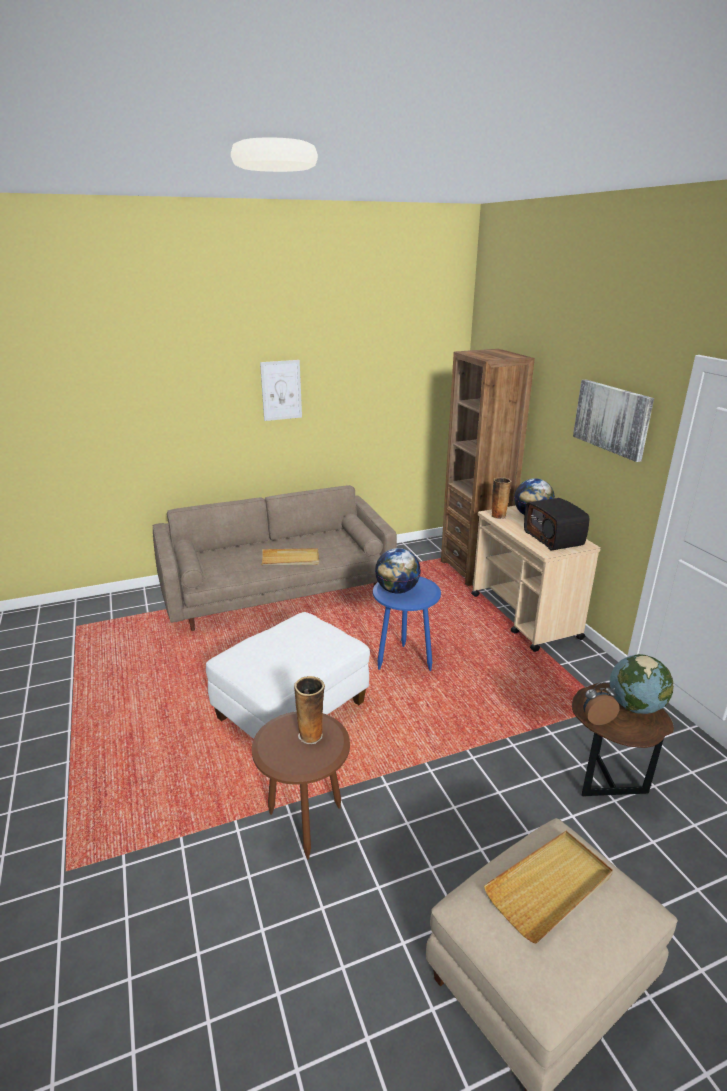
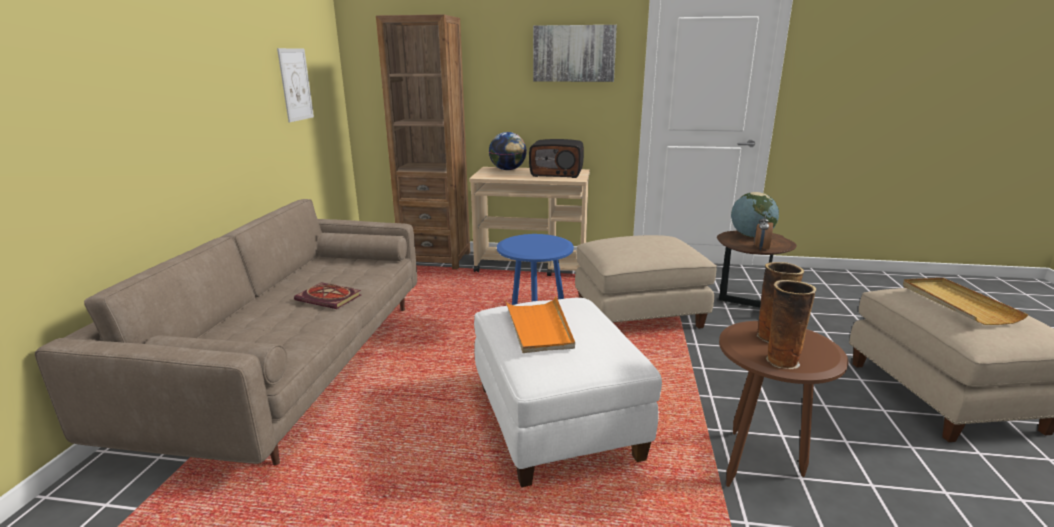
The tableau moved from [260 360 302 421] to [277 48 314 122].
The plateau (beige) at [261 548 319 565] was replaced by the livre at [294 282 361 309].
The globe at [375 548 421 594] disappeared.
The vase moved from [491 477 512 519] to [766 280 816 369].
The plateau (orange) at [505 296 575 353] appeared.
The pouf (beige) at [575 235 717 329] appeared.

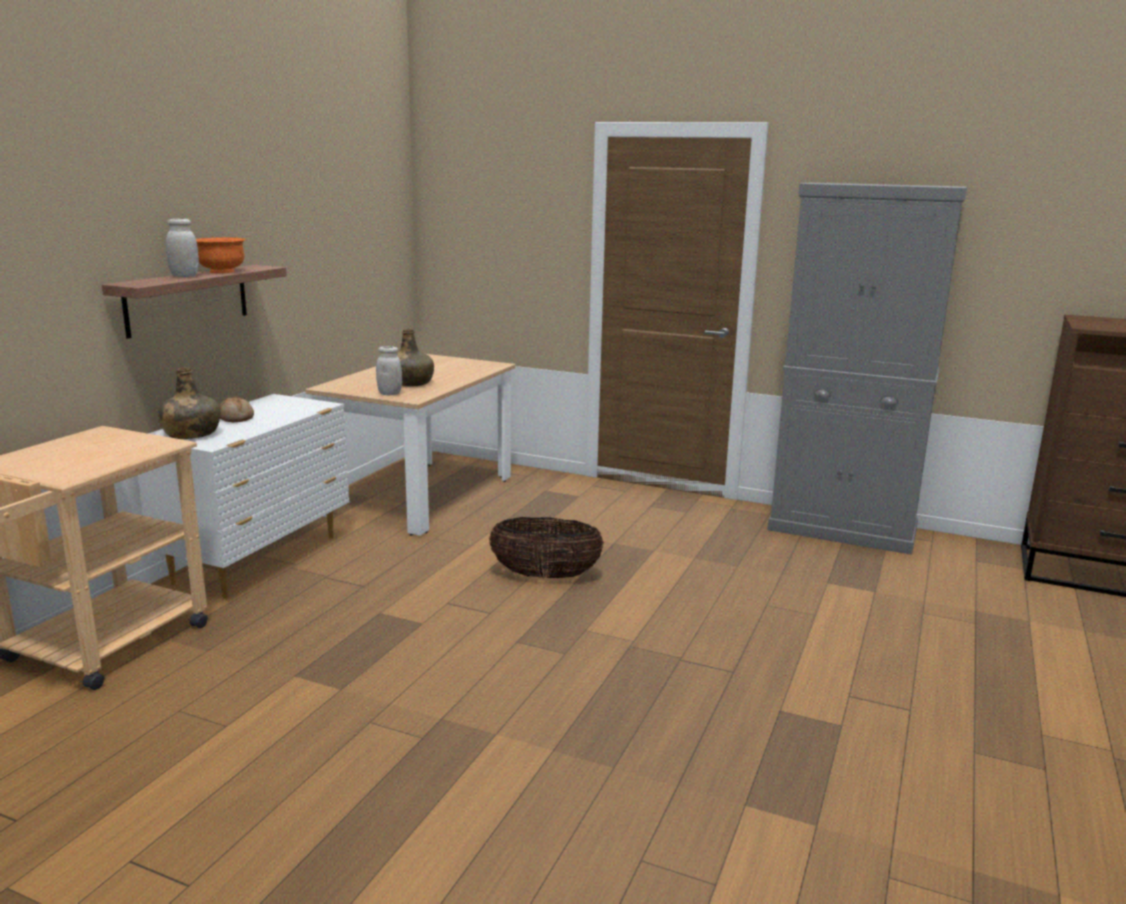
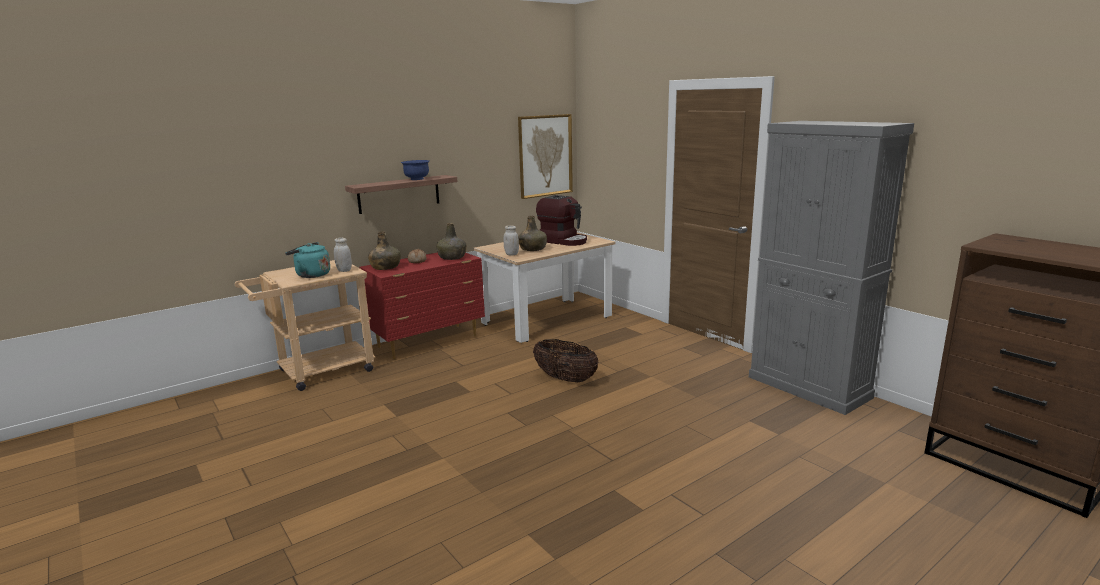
The commode (blanc) at [138 394 349 599] became the commode (rouge) at [359 252 485 359].
The bocal (blanc) moved from [166 219 199 277] to [334 238 352 272].
The bol (orange) at [196 237 246 273] became the bol (bleu) at [401 160 429 180].
The bouilloire (turquoise) at [285 242 330 278] appeared.
The bouteille (vert) at [436 223 467 260] appeared.
The tableau at [518 114 573 199] appeared.
The machine à café at [536 195 587 246] appeared.

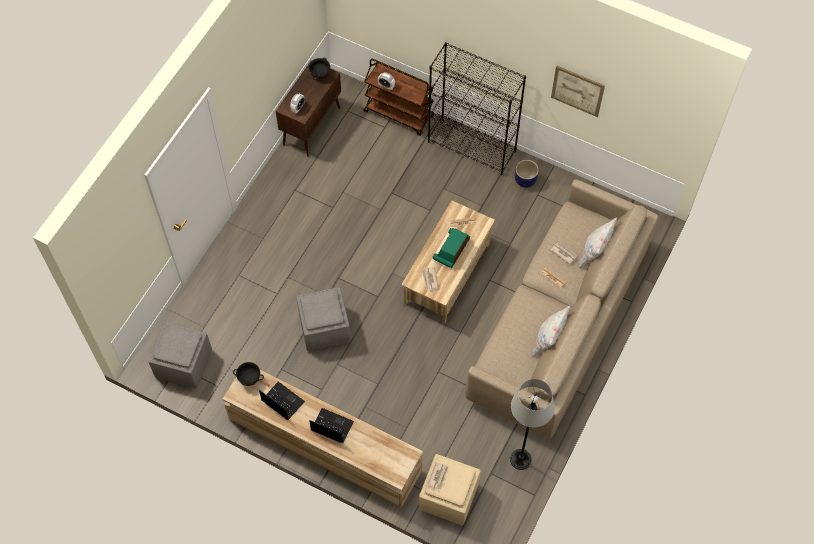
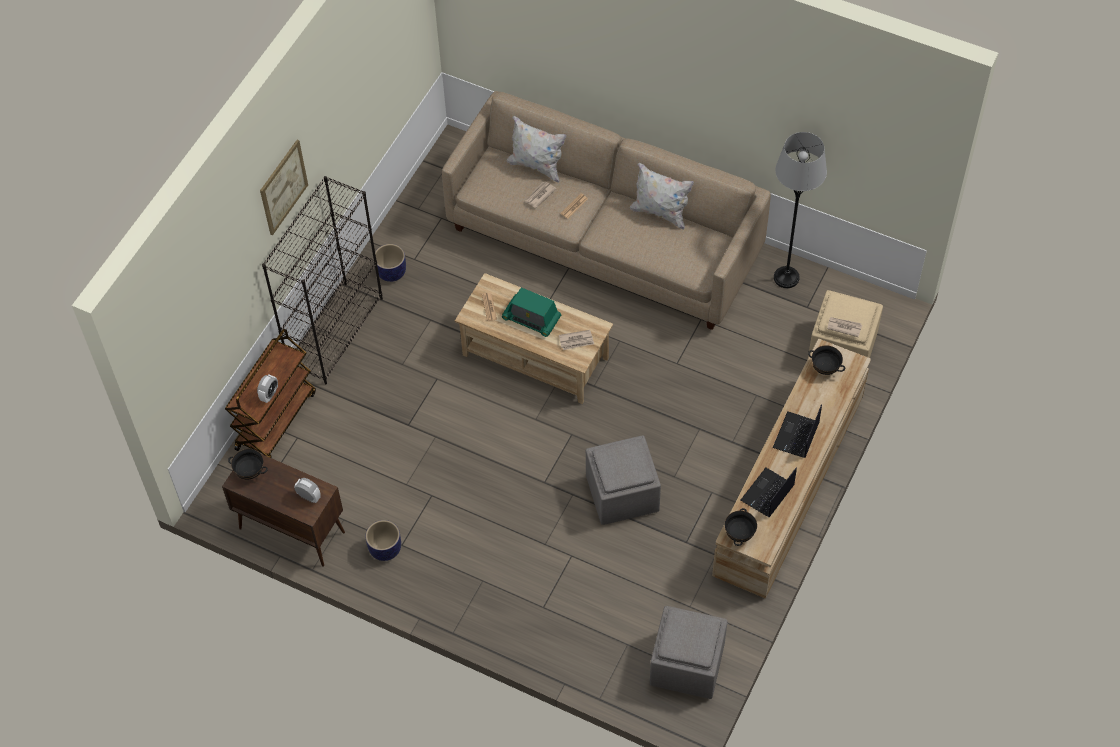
The tableau moved from [551 66 605 117] to [260 140 308 235].
The cache-pot at [366 520 401 561] appeared.
The bol (noir) at [808 345 845 375] appeared.

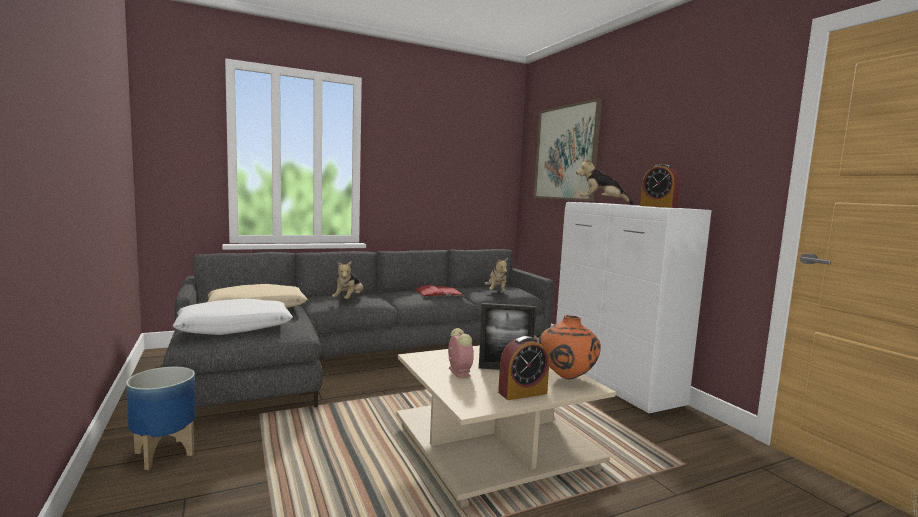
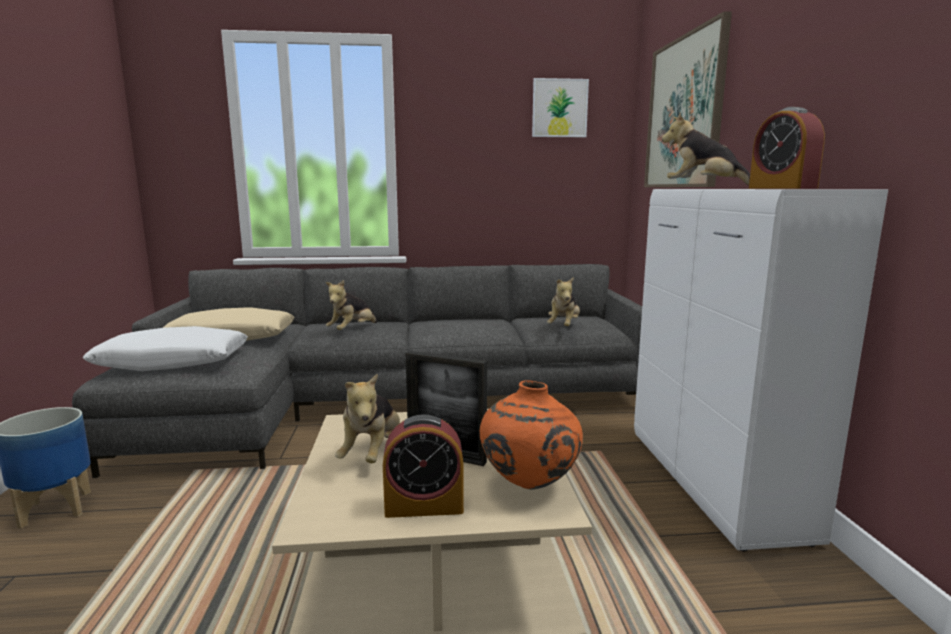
The livre (rouge) at [415 285 464 297] disappeared.
The réveil at [448 328 474 378] was replaced by the peluche at [335 374 400 463].
The tableau at [532 78 589 137] appeared.

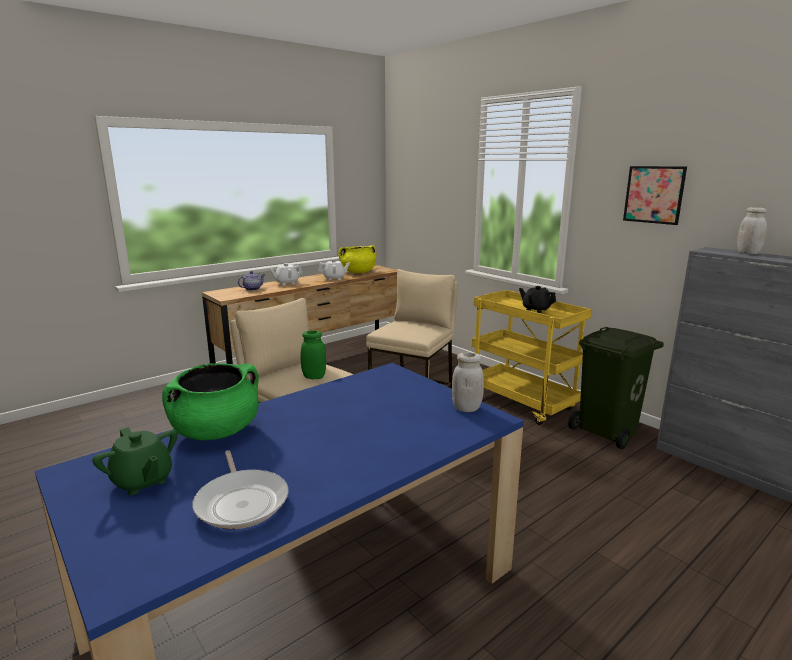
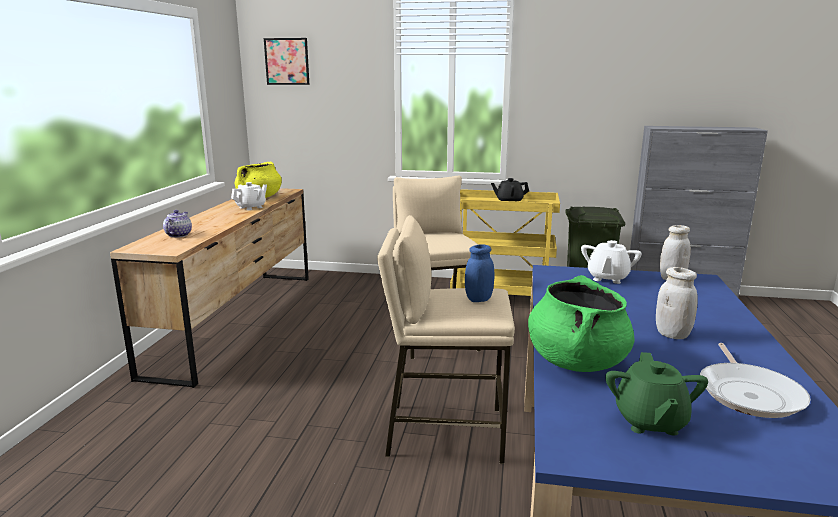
The théière (vert) at [92 427 178 495] turned 90 degrees clockwise.
The poêle at [192 450 289 529] turned 75 degrees clockwise.
The théière (blanc) moved from [270 263 303 285] to [581 240 641 284].
The bocal (vert) at [300 331 326 379] became the bocal (bleu) at [465 244 494 302].
The tableau moved from [623 166 687 225] to [264 38 309 85].
The bocal (blanc) moved from [737 207 767 254] to [656 267 698 339].

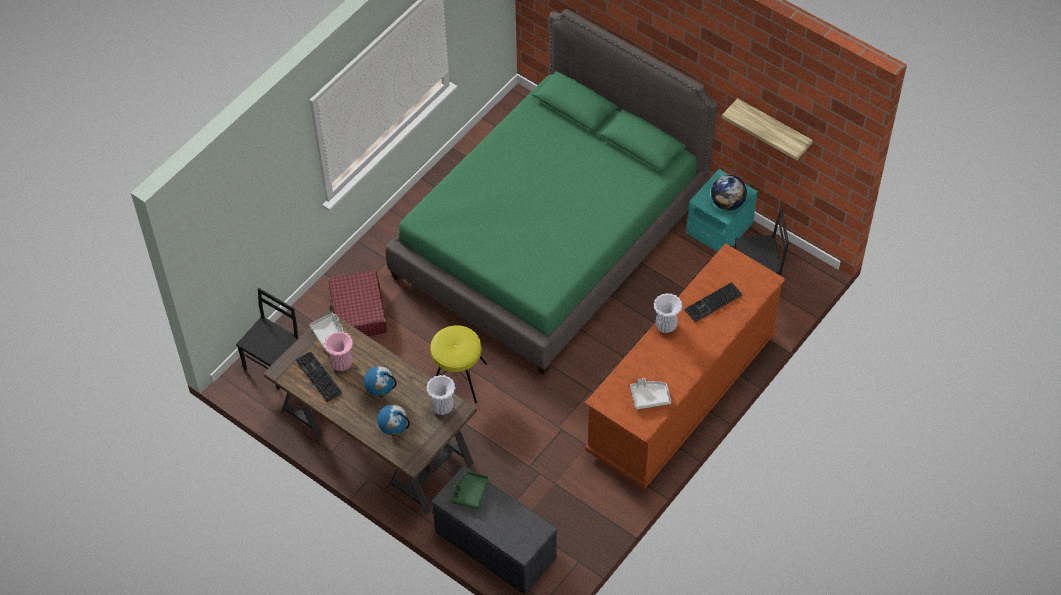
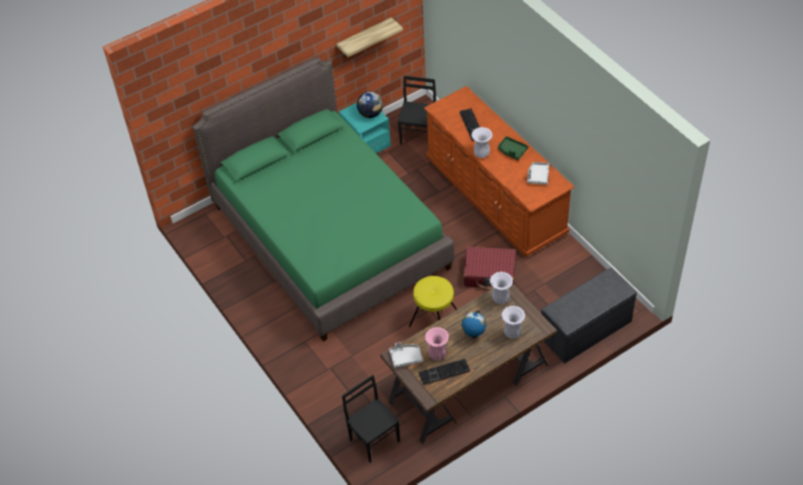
The valise (rouge) moved from [329 270 387 336] to [463 246 516 290].
The globe at [377 404 410 436] was replaced by the vase (blanc) at [501 306 525 339].
The plateau (vert) moved from [452 472 489 509] to [498 136 528 160].

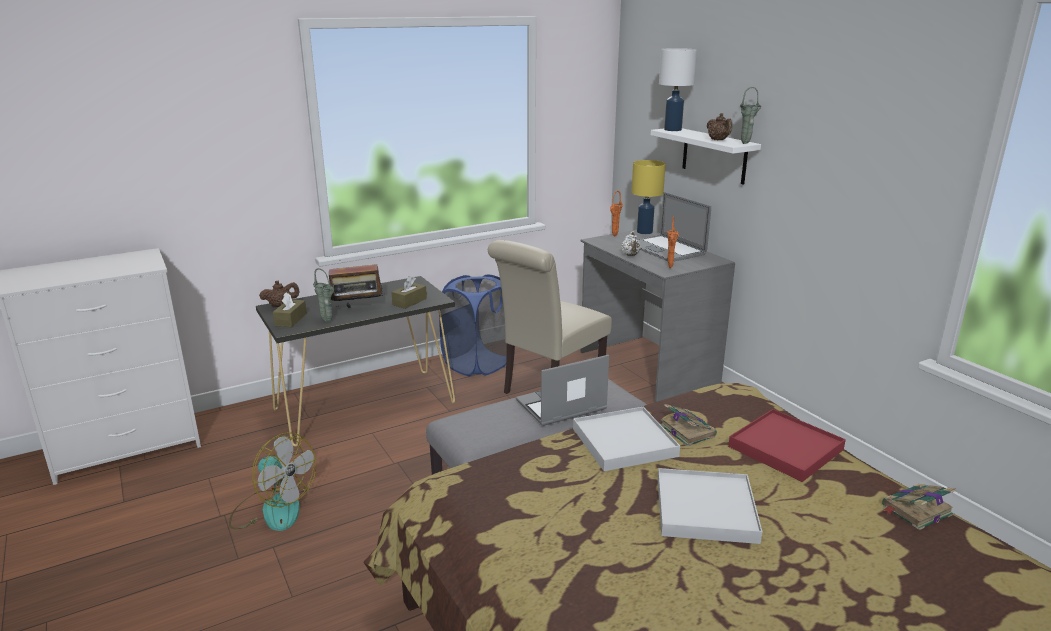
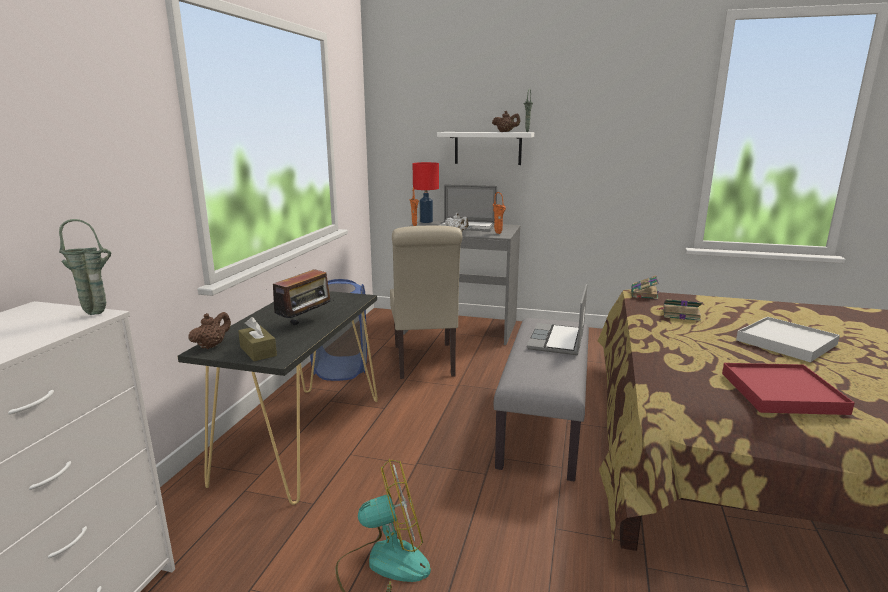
The vase (vert) moved from [313 268 334 322] to [59 219 111 315].
The boîte à mouchoirs (marron) at [391 276 427 309] disappeared.
The plateau (blanc) at [573 407 680 471] disappeared.
The lampe de table (jaune) at [631 160 666 234] became the lampe de table (rouge) at [413 162 439 223].
The lampe de table (blanc) at [659 48 697 131] disappeared.
The plateau (rouge) moved from [728 409 846 482] to [722 363 855 415].
The livre moved from [882 484 956 530] to [631 276 659 299].

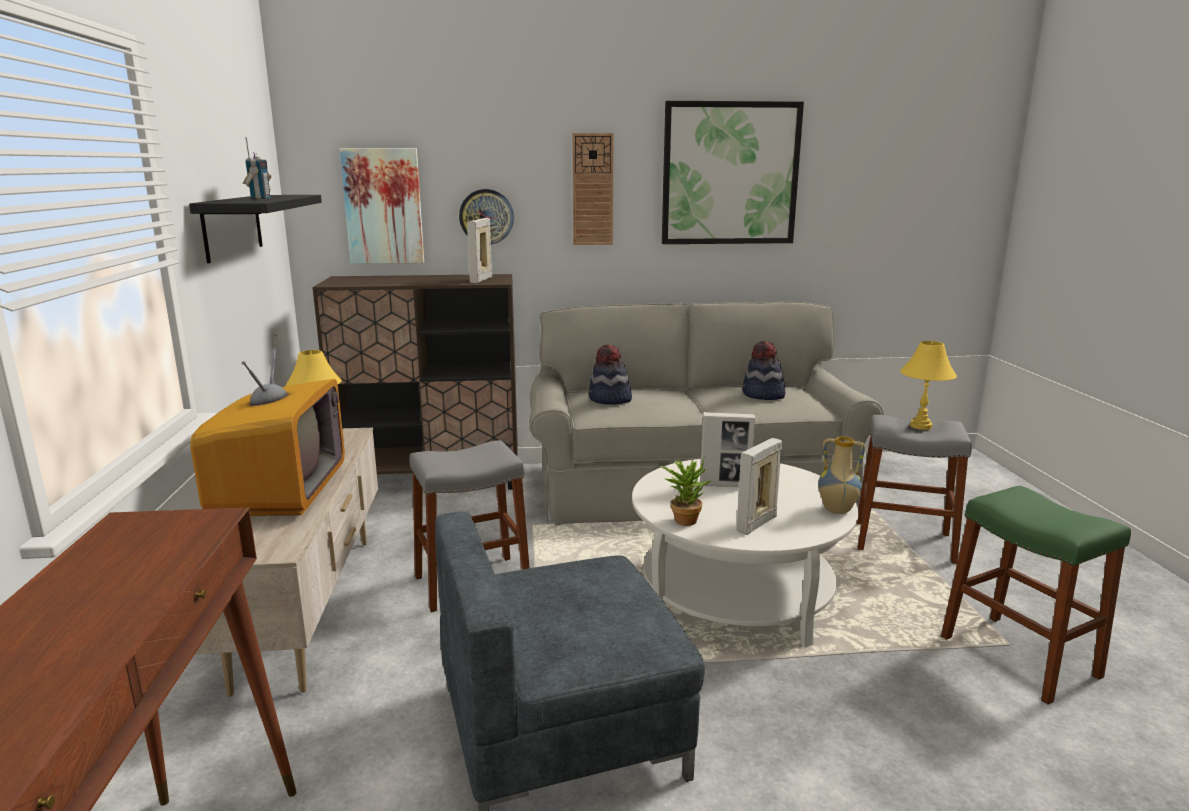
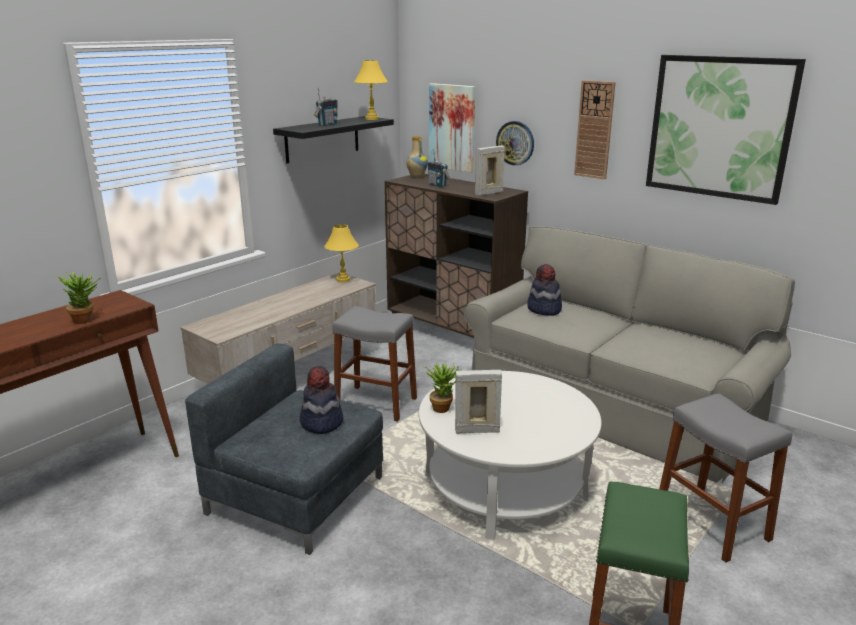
The téléviseur at [190 332 345 516] disappeared.
The cadre photo at [700 412 755 487] disappeared.
The chapeau moved from [742 341 785 400] to [300 366 344 434].
The vase moved from [818 436 865 514] to [406 136 428 177].
The lampe de table (jaune) moved from [900 341 957 430] to [354 60 388 120].
The plante en pot at [58 271 102 324] appeared.
The radio at [428 149 450 187] appeared.

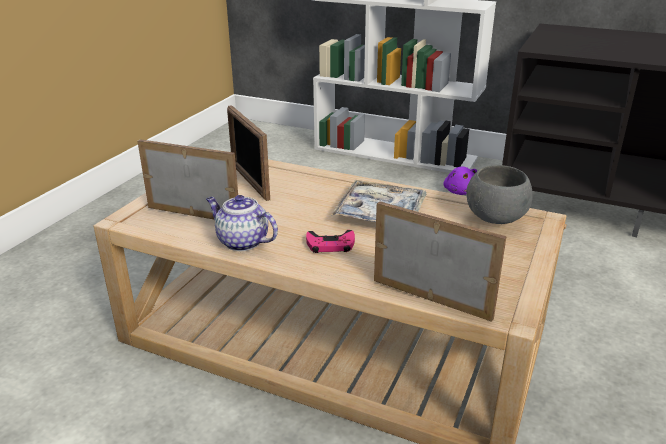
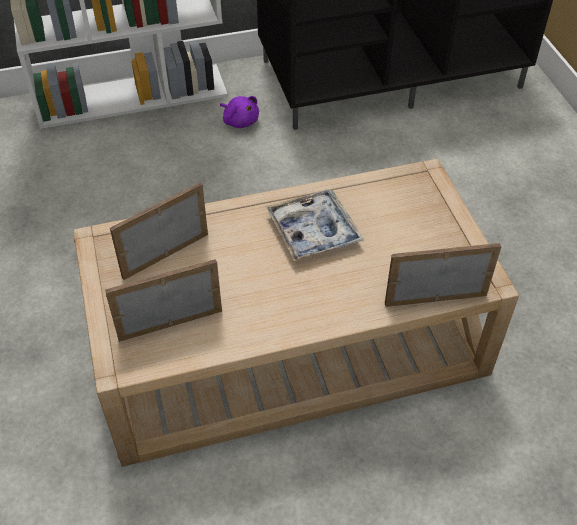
The théière at [206 195 278 251] disappeared.
The cadre photo at [227 105 270 201] turned 120 degrees clockwise.
The manette (rose) at [306 230 355 253] disappeared.
The bol (gris) at [466 165 533 224] disappeared.

